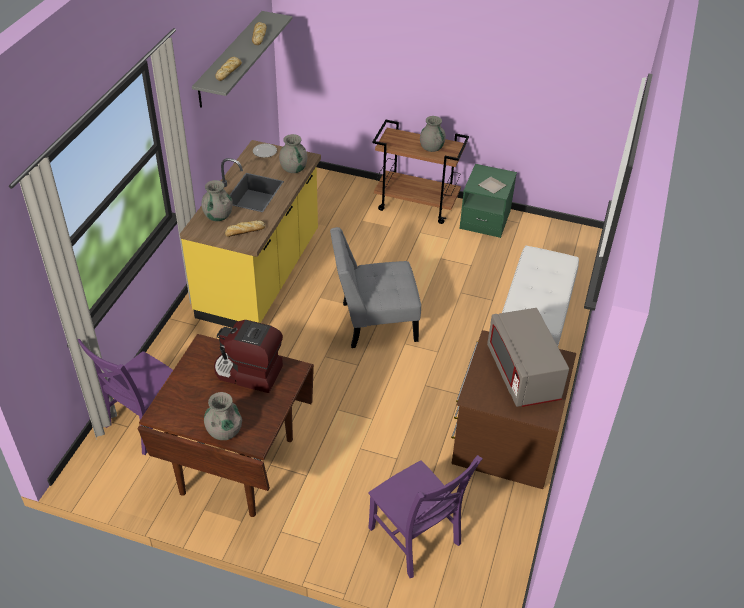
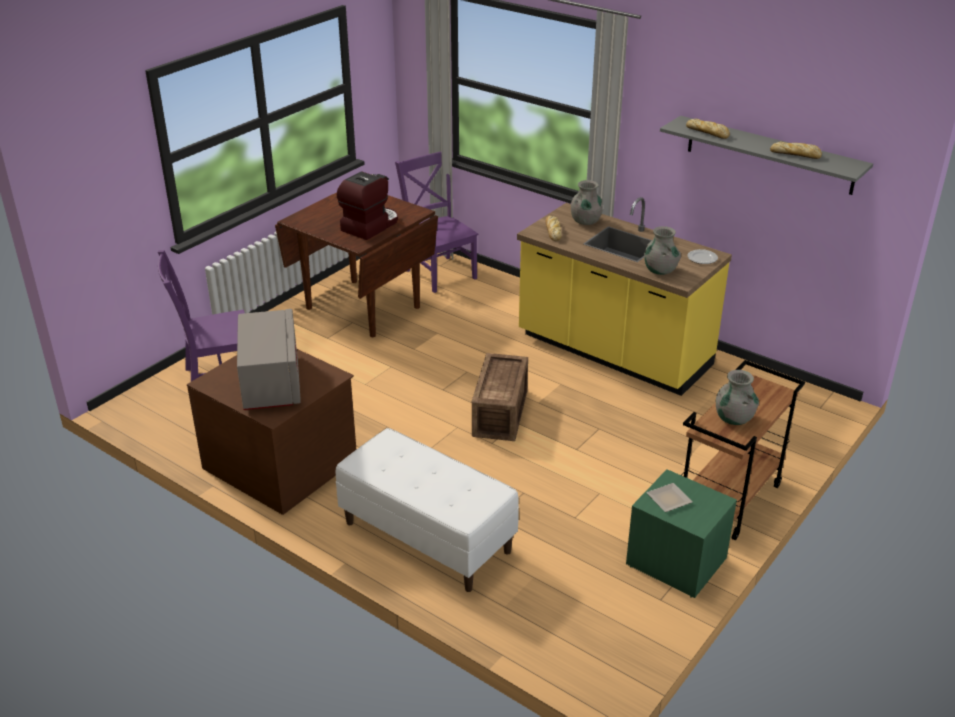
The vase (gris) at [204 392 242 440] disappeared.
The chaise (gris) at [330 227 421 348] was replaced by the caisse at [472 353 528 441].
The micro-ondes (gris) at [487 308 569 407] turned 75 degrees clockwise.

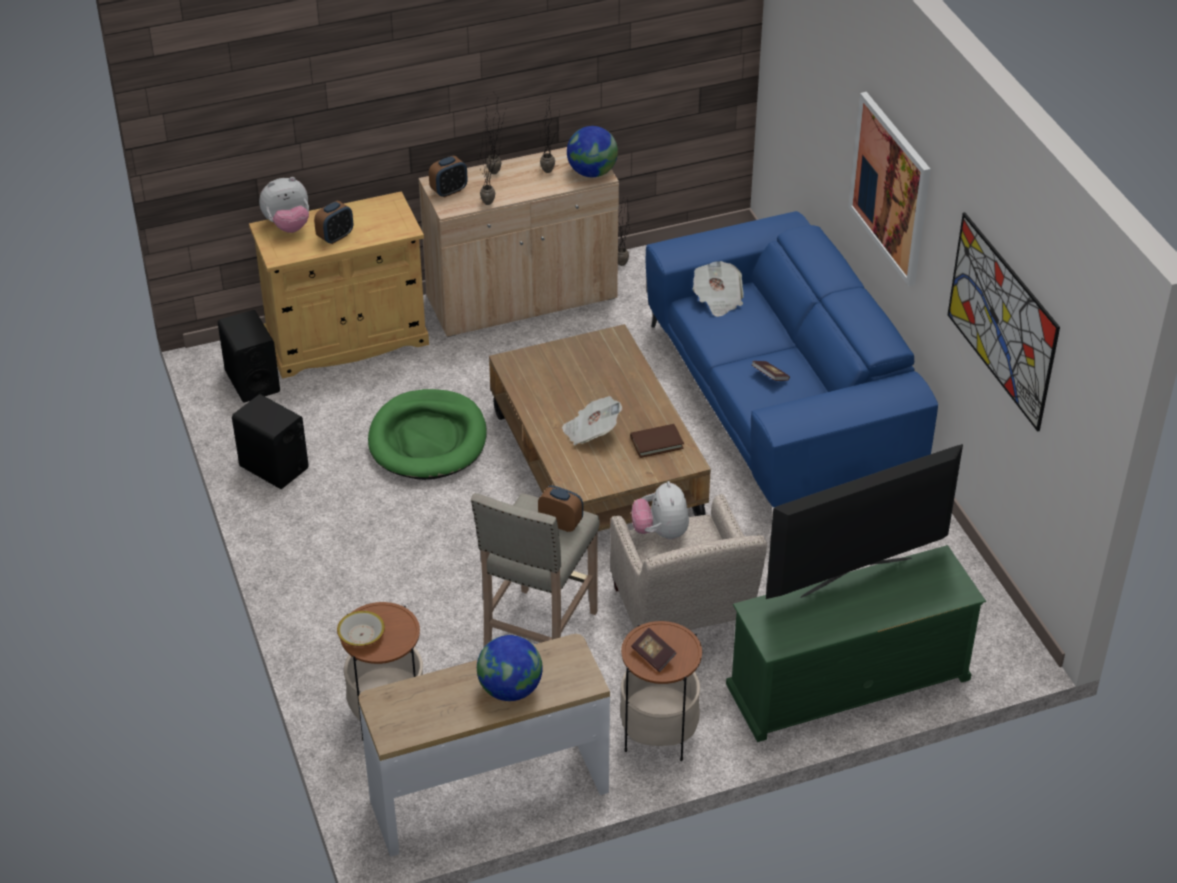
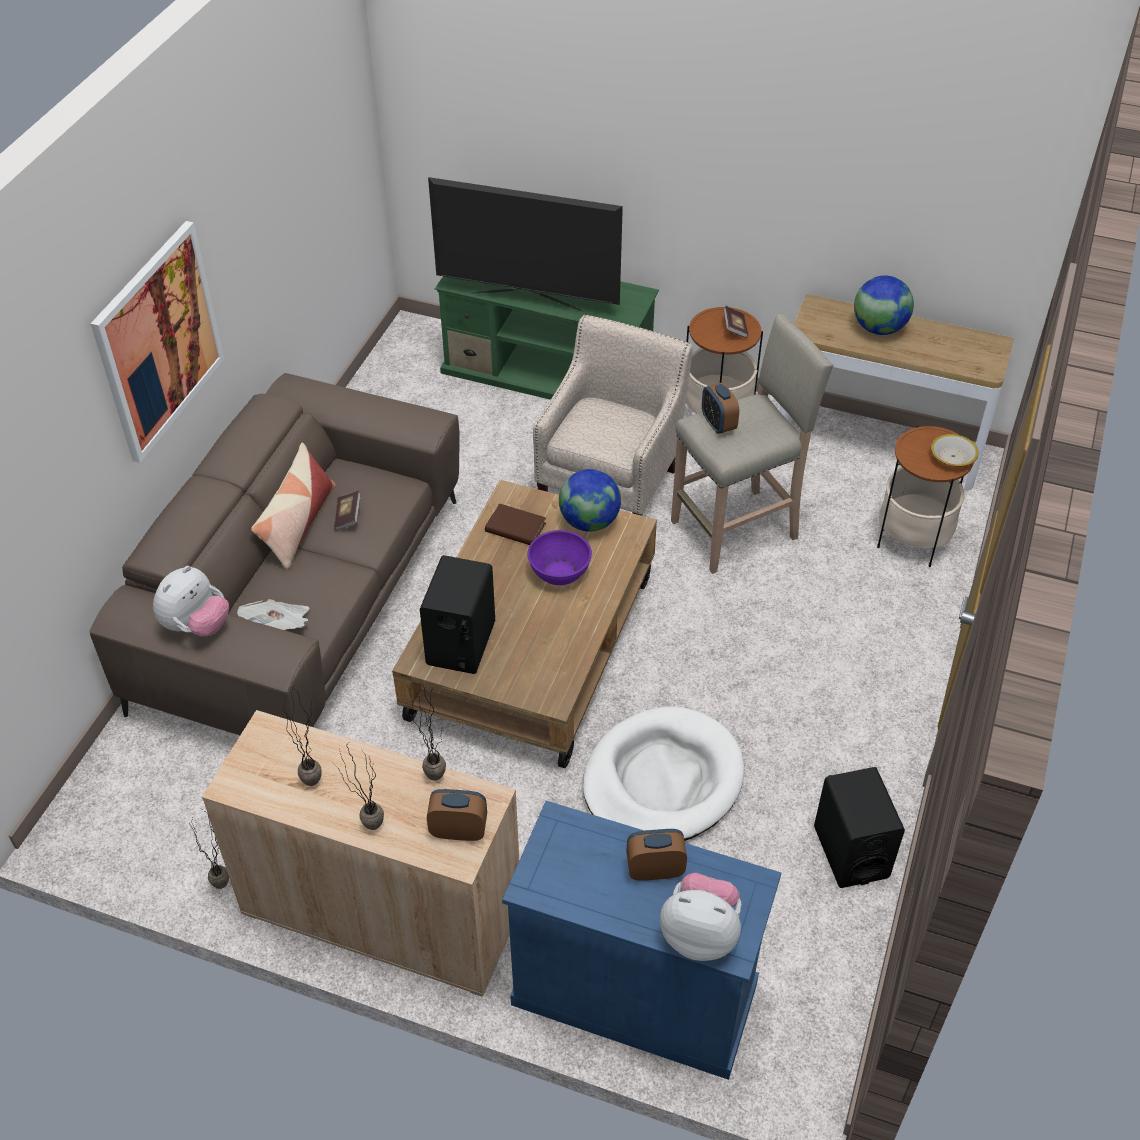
The enceinte (noir) moved from [218 310 280 402] to [420 555 495 674].
The meuble de rangement (beige) at [249 191 429 379] became the meuble de rangement (bleu) at [502 801 781 1080].
The panier pour chien (vert) at [368 389 487 480] became the panier pour chien (blanc) at [583 706 744 841].
The journal at [562 396 622 446] was replaced by the bol (violet) at [527 530 592 585].
The globe moved from [567 126 618 177] to [559 469 621 532].
The peluche moved from [631 481 689 540] to [153 566 229 636].
The canapé (bleu) at [645 211 938 507] became the canapé (marron) at [89 373 460 735].
The tableau at [948 212 1060 432] disappeared.
The coussin at [251 443 336 569] appeared.

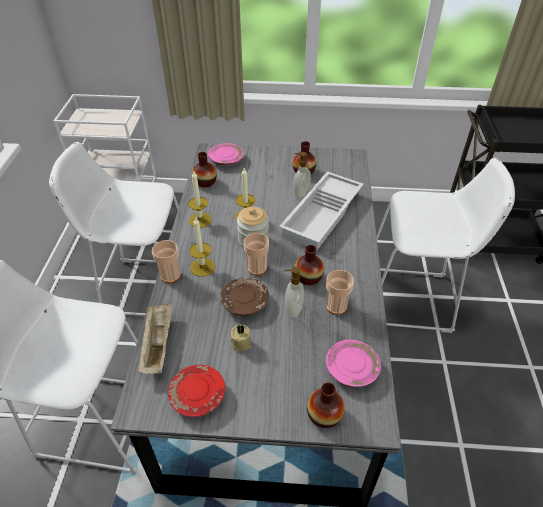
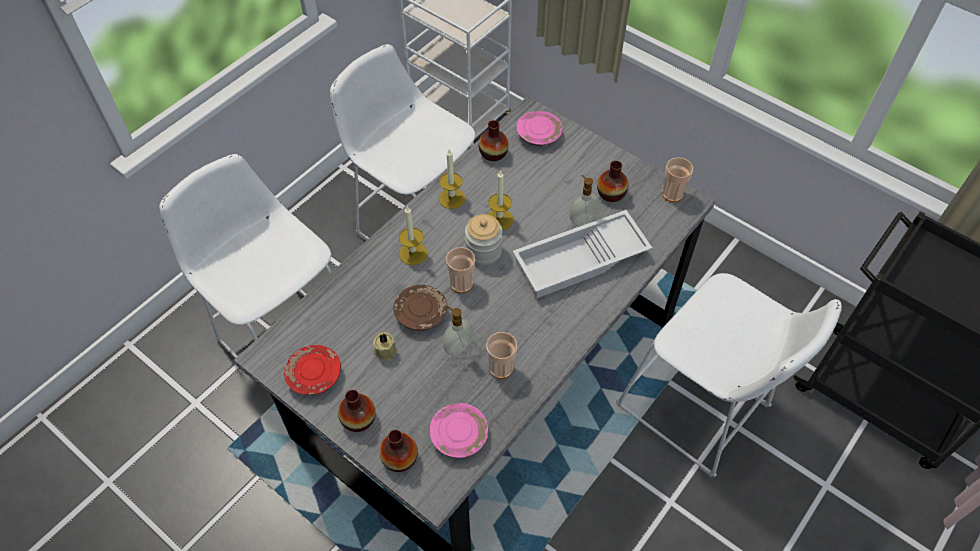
The plateau (beige) at [137 303 173 374] disappeared.
The tasse moved from [152 240 180 283] to [662 157 693 202].
The vase moved from [295 245 324 285] to [338 390 376 432].

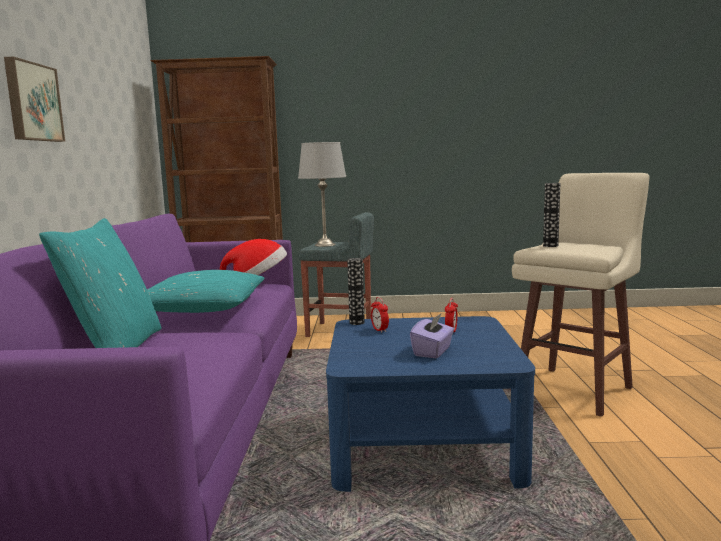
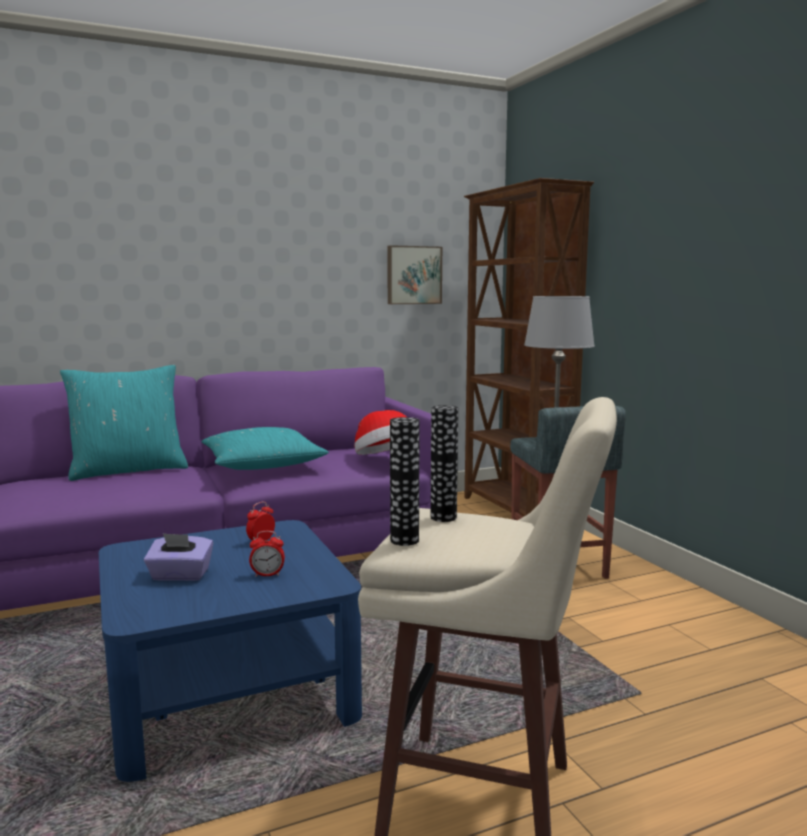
The tableau moved from [4 57 65 142] to [387 245 442 304].
The vase moved from [347 258 365 325] to [390 417 420 546].

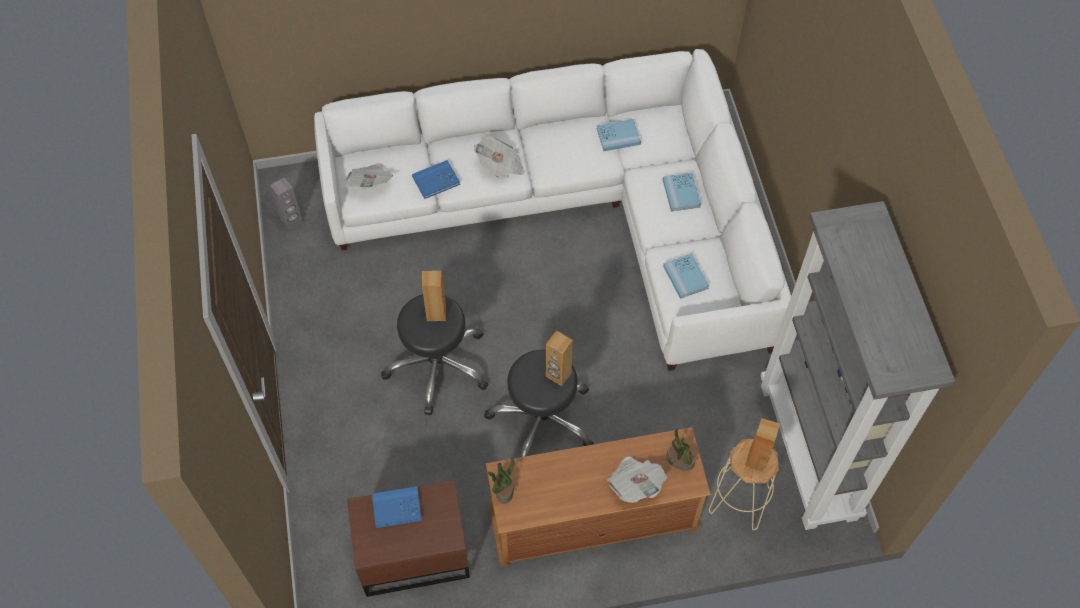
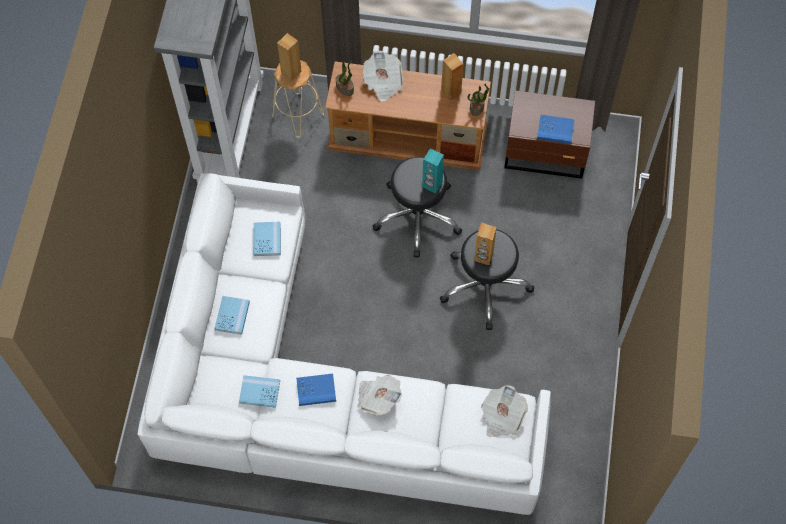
The enceinte (gris) at [270 178 303 230] disappeared.
The livre (bleu) moved from [412 160 460 199] to [296 374 336 406].
The enceinte (marron) moved from [546 330 573 386] to [441 53 464 100].
The enceinte (turquoise) at [422 148 444 193] appeared.

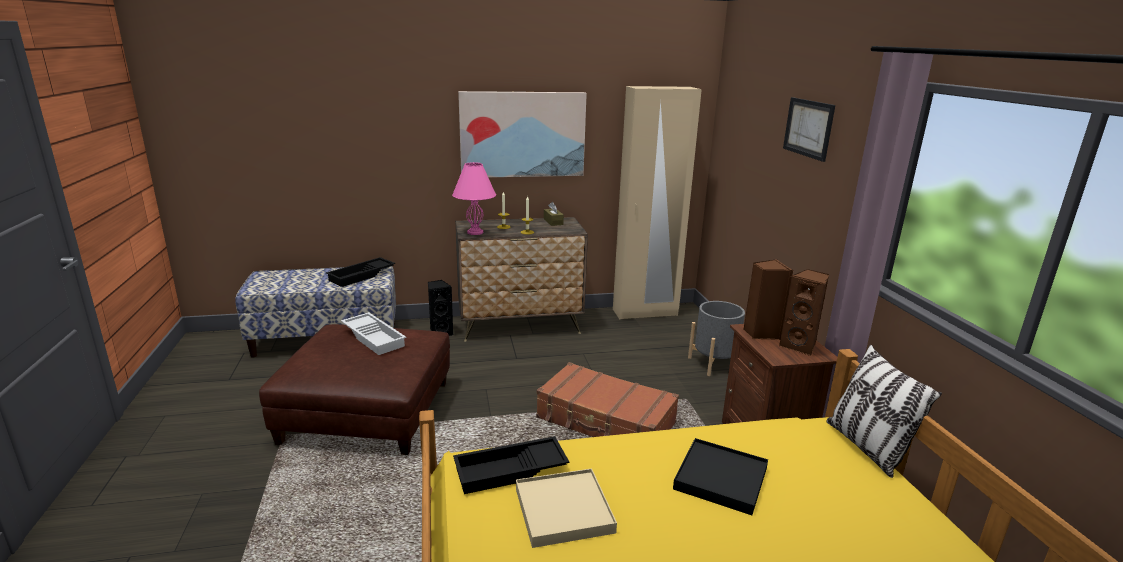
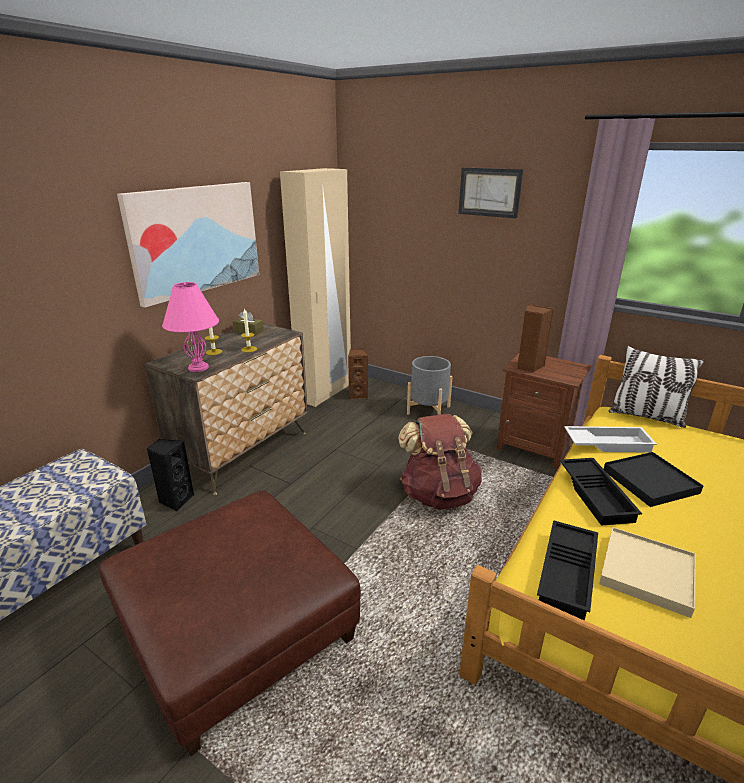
The plateau (noir) moved from [326 257 395 287] to [560 458 642 525].
The plateau (blanc) moved from [341 312 406 355] to [564 426 657 452].
The valise (marron) at [536 362 679 437] was replaced by the sac à dos (marron) at [398 414 482 510].
The enceinte (marron) moved from [779 269 829 356] to [348 349 368 399].

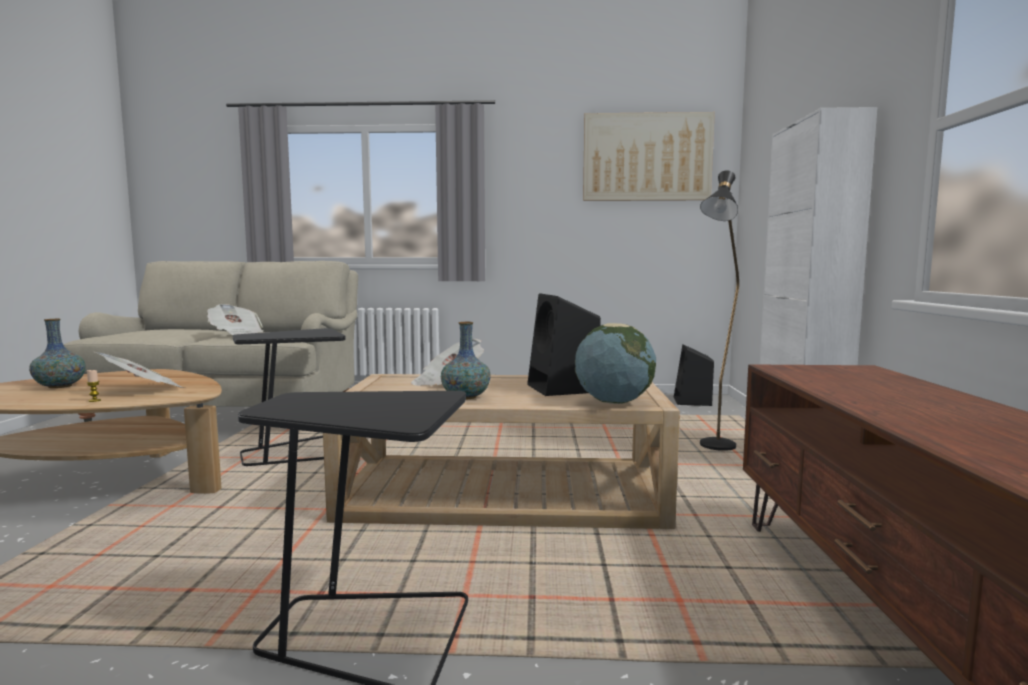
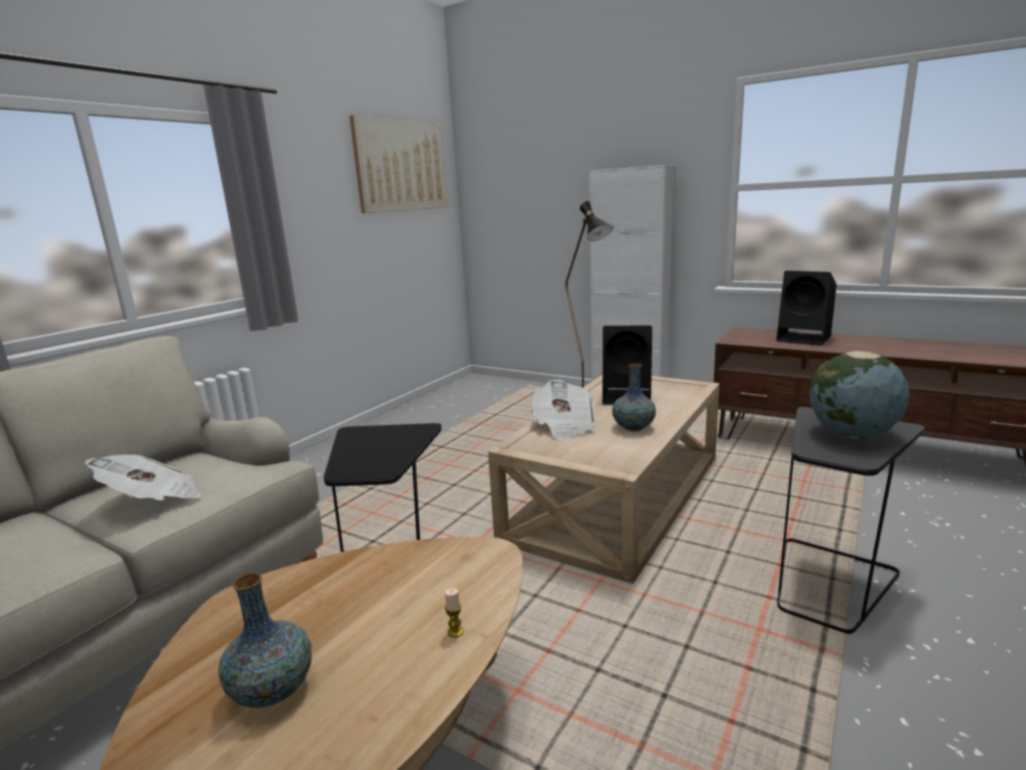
The journal at [95 352 185 388] disappeared.
The globe moved from [575 323 656 404] to [810 351 910 439].
The enceinte (noir) moved from [674 344 714 406] to [776 271 837 346].

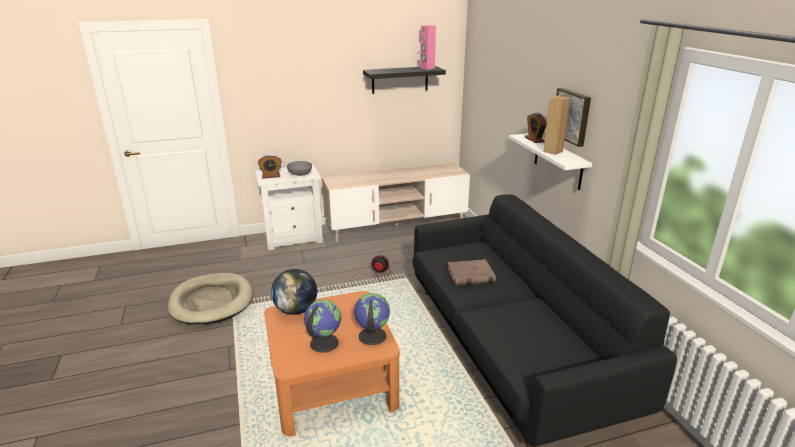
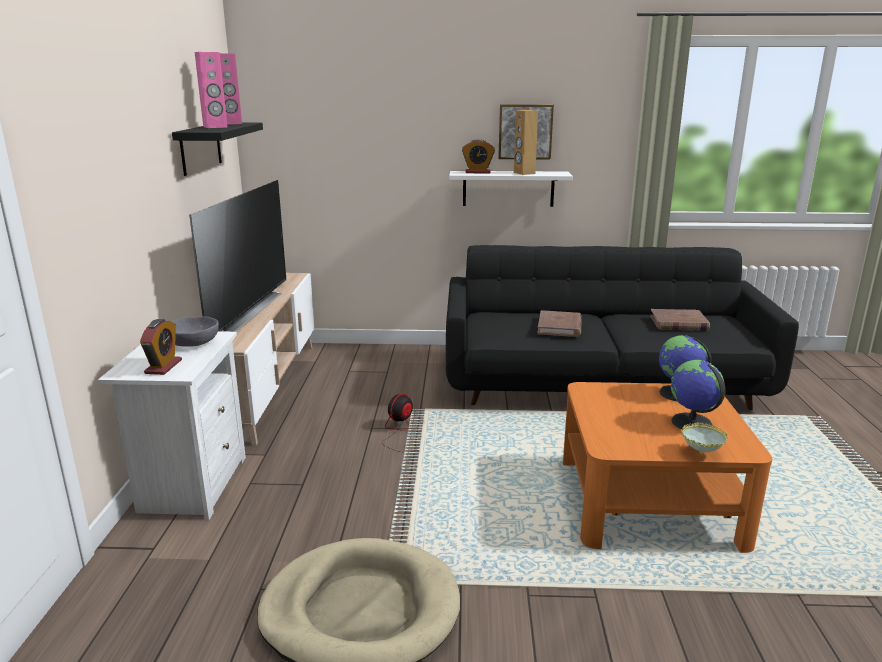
The globe at [271 269 317 315] disappeared.
The téléviseur at [189 180 286 332] appeared.
The enceinte (rose) at [195 52 227 128] appeared.
The livre (marron) at [650 309 710 331] appeared.
The bol at [681 422 728 454] appeared.

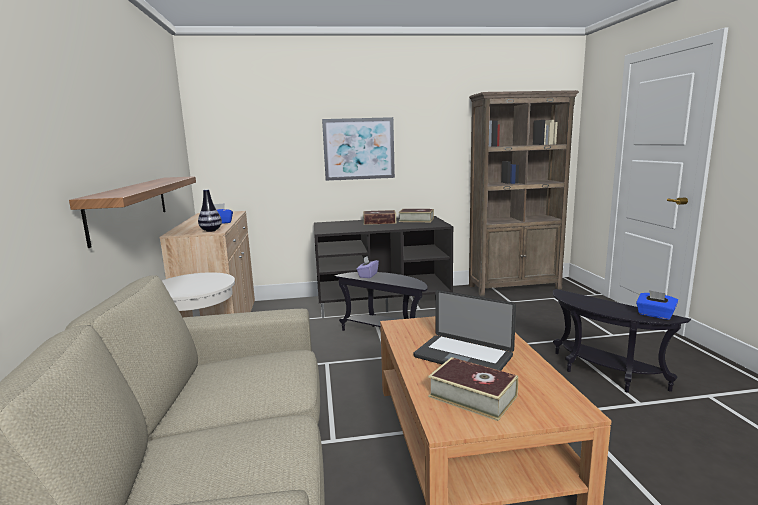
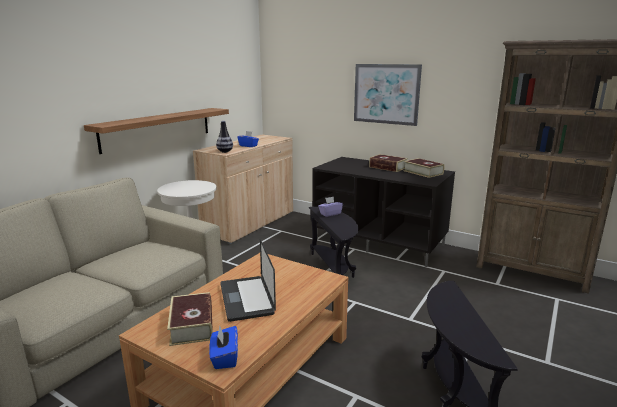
The boîte à mouchoirs (bleu) moved from [636 290 678 320] to [209 325 238 369].

